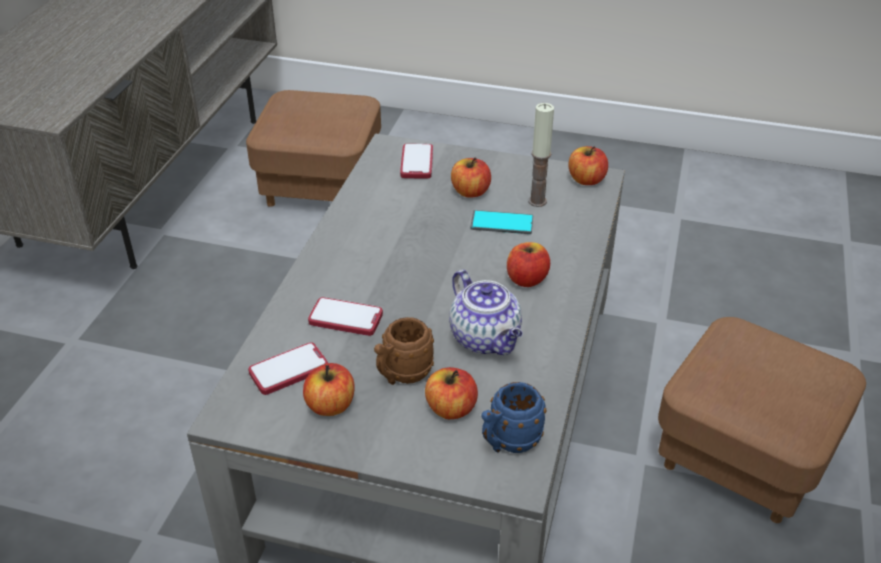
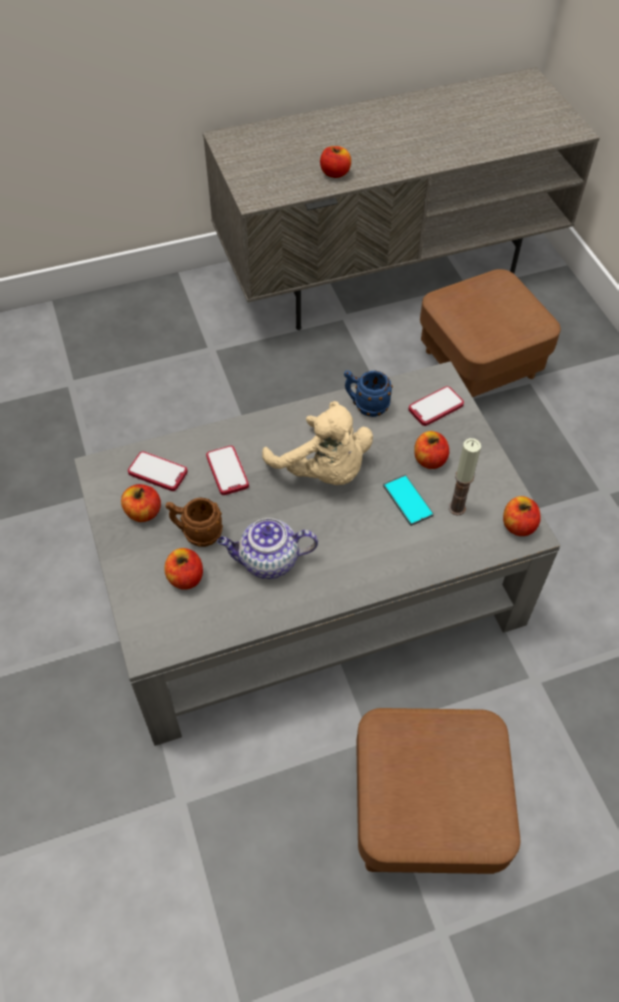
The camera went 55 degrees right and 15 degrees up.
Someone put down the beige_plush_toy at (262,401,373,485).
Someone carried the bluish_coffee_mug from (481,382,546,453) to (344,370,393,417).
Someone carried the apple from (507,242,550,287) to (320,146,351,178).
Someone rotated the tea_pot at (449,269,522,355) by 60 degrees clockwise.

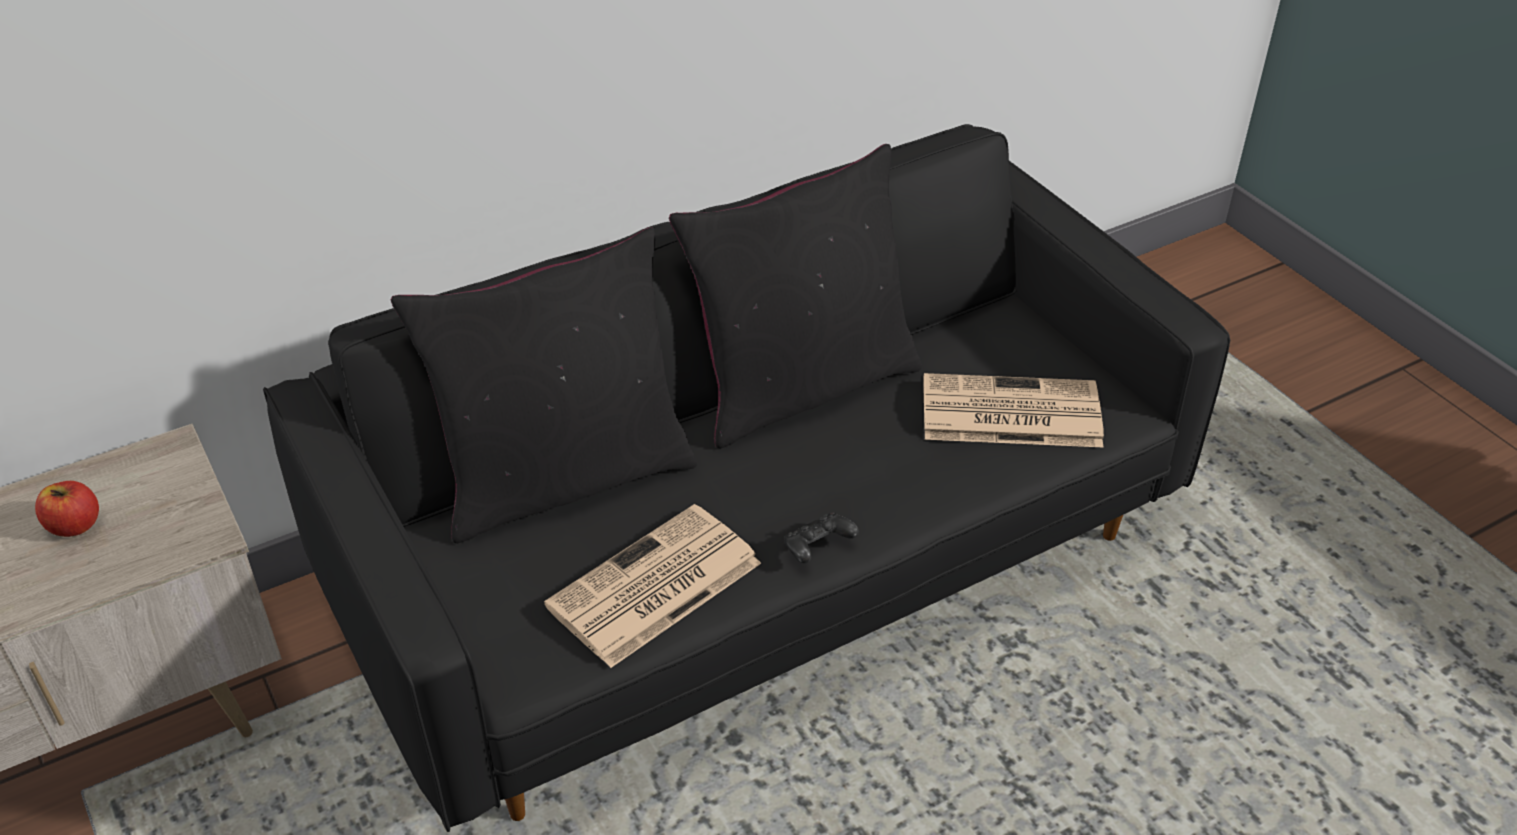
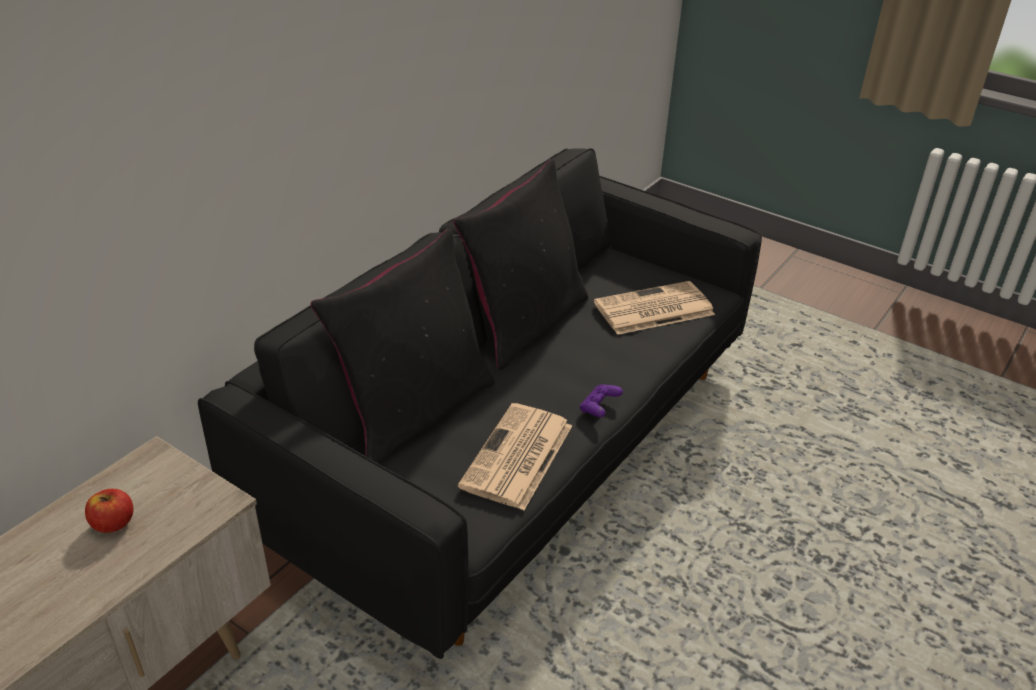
The camera went 25 degrees left and 5 degrees down.
Someone repainted the black_gamepad at (784,512,859,563), which became the purple-coloured_gamepad at (580,384,623,417).

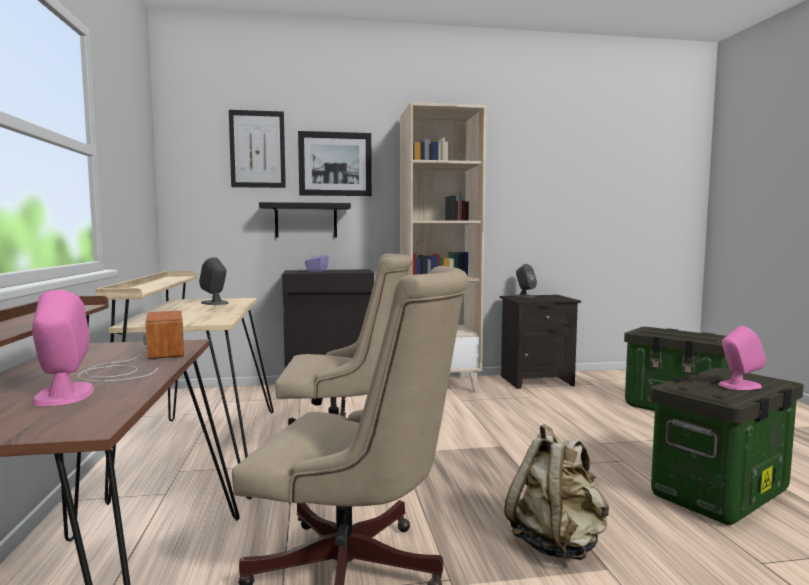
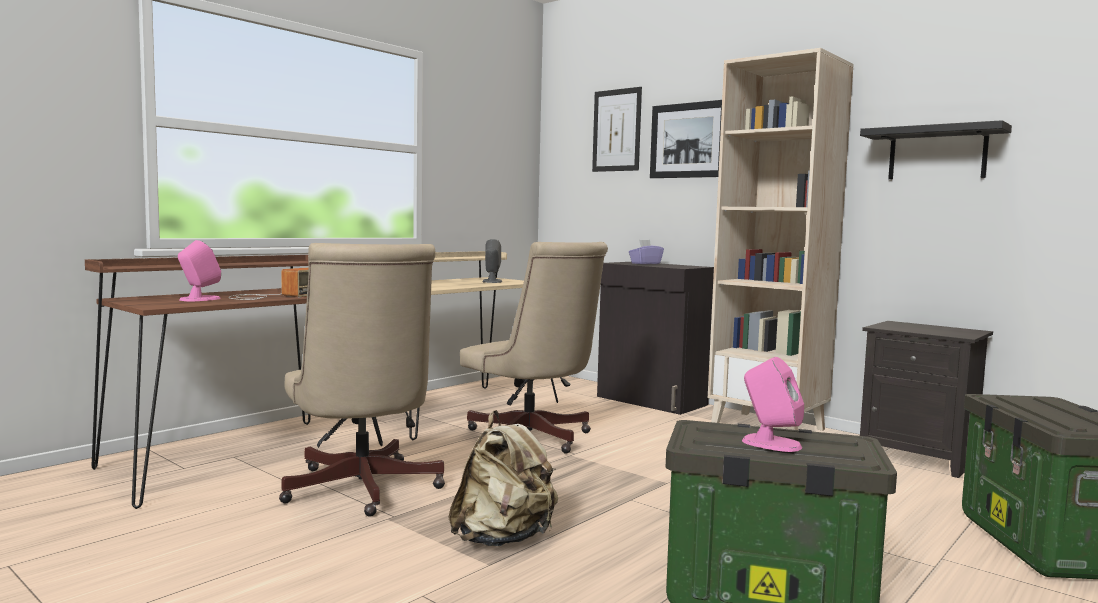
The camera went 50 degrees right and 0 degrees up.
Someone took away the grey_loudspeaker at (515,264,537,298).
Someone carried the black_bracket_shelf from (259,202,351,238) to (860,120,1012,179).

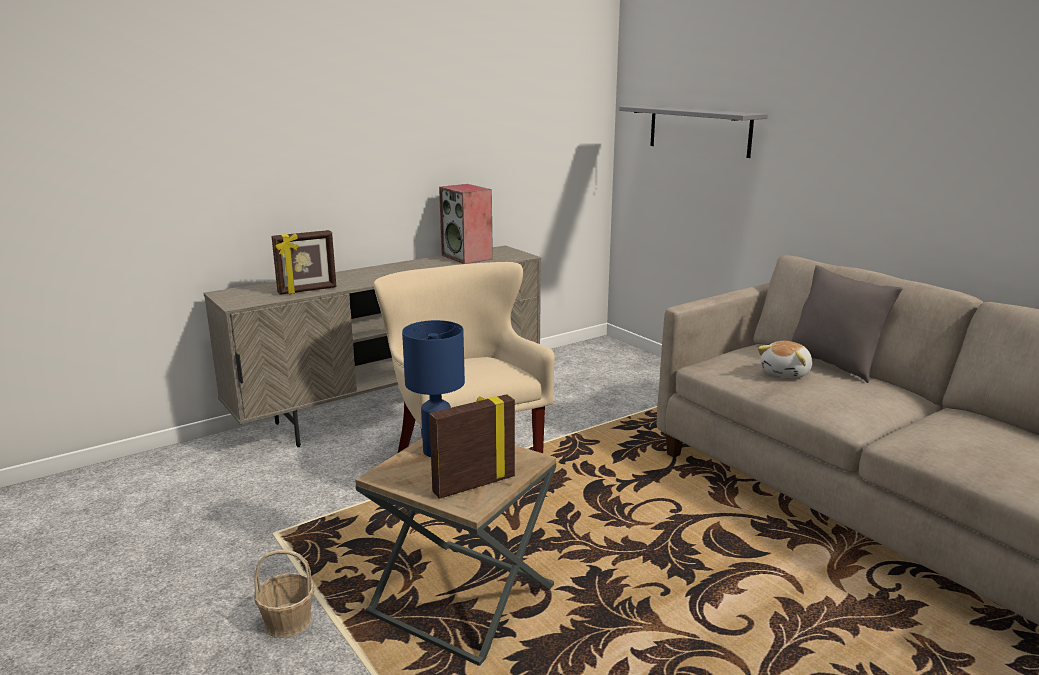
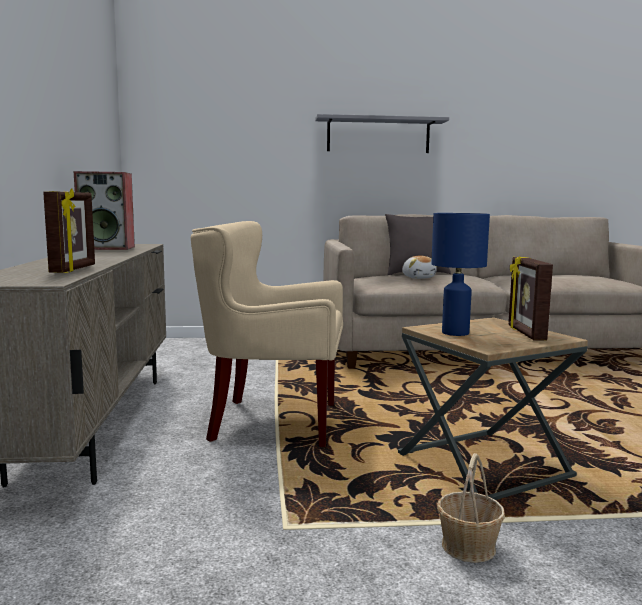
The camera went 60 degrees left and 10 degrees down.
Someone carried the grey_bracket_shelf from (619,105,768,158) to (315,114,449,153).

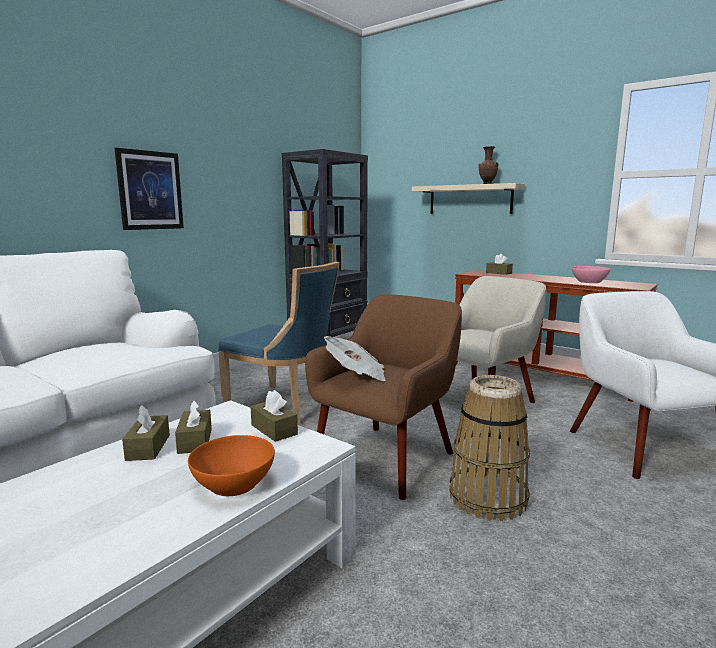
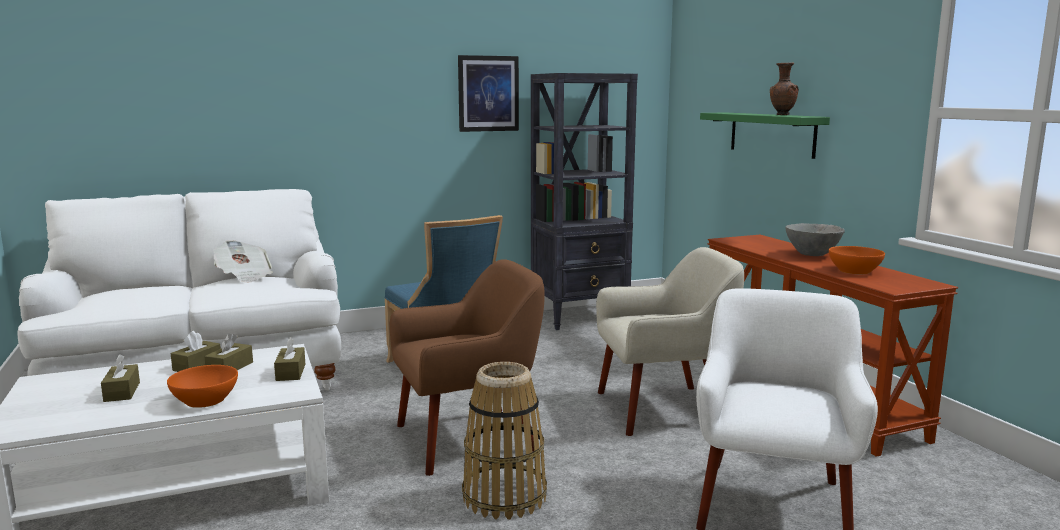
The camera went 30 degrees right and 0 degrees up.
Someone put down the grey_serving_bowl at (786,223,845,256).
Someone carried the wall_art from (115,148,184,230) to (458,55,519,132).
Someone carried the printed_paper from (324,336,386,381) to (213,240,273,283).
Someone carried the brownish_box_of_tissues from (486,254,513,275) to (101,354,140,402).
Someone repainted the beige_bracket_shelf at (412,183,525,214), which became the green-coloured_bracket_shelf at (700,113,830,159).
Someone repainted the pink-coloured_serving_bowl at (572,266,611,283), which became the orange-coloured_serving_bowl at (829,246,885,274).

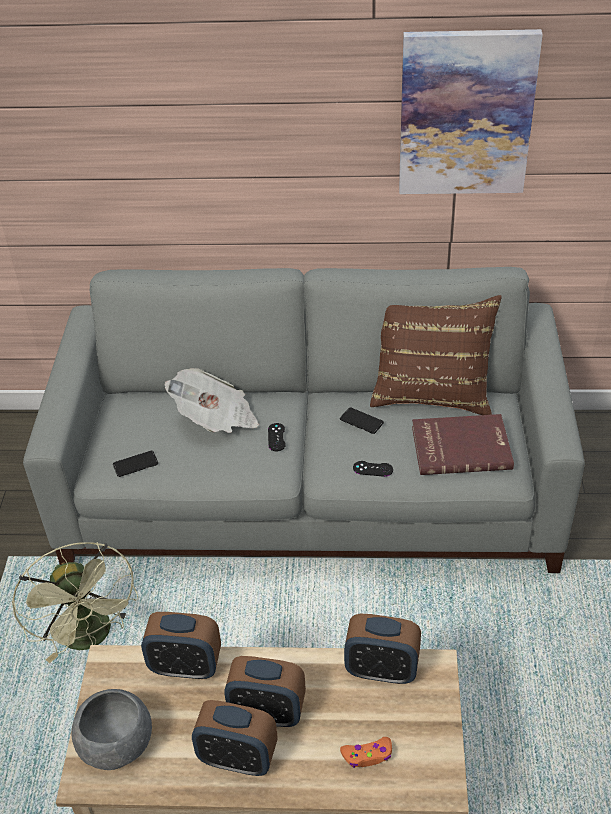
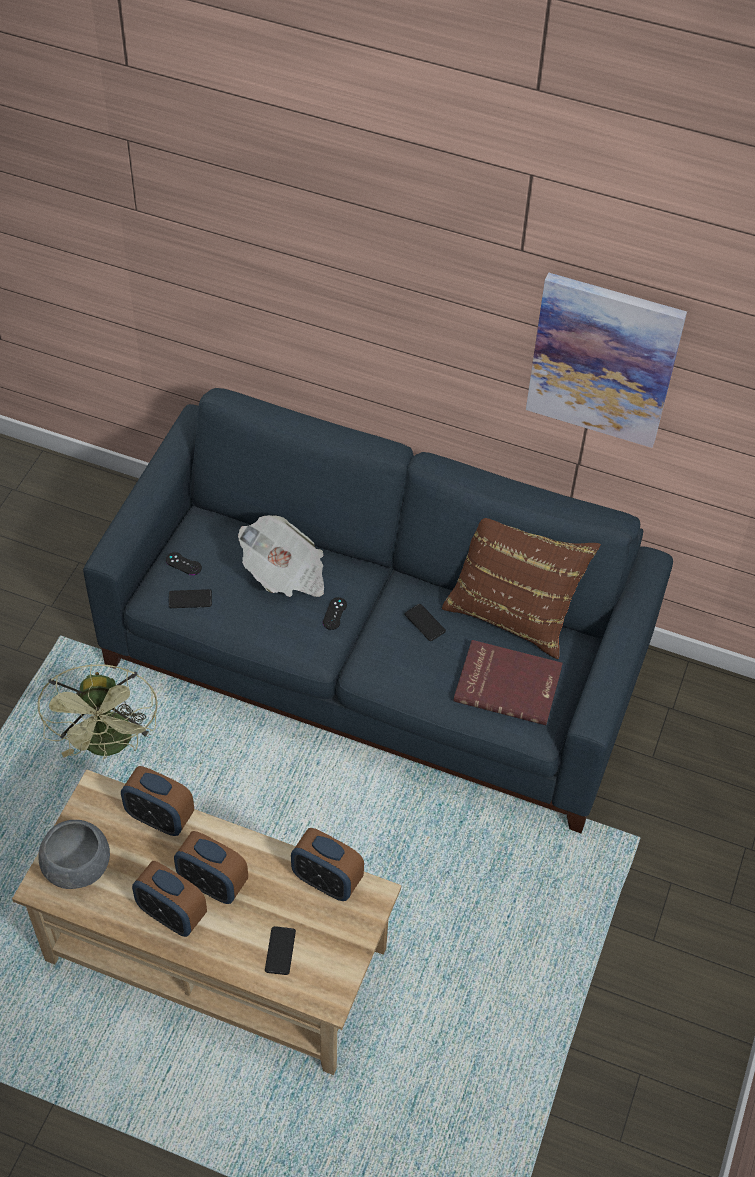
The camera went 15 degrees right and 10 degrees up.
Someone carried the black_gamepad from (353,461,393,477) to (166,552,202,575).
Someone swapped the orange-coloured_gamepad at (340,737,392,768) for the handset at (265,926,296,975).
Someone repainted the grey_sofa at (23,267,585,573), which became the bluish_sofa at (83,388,673,833).

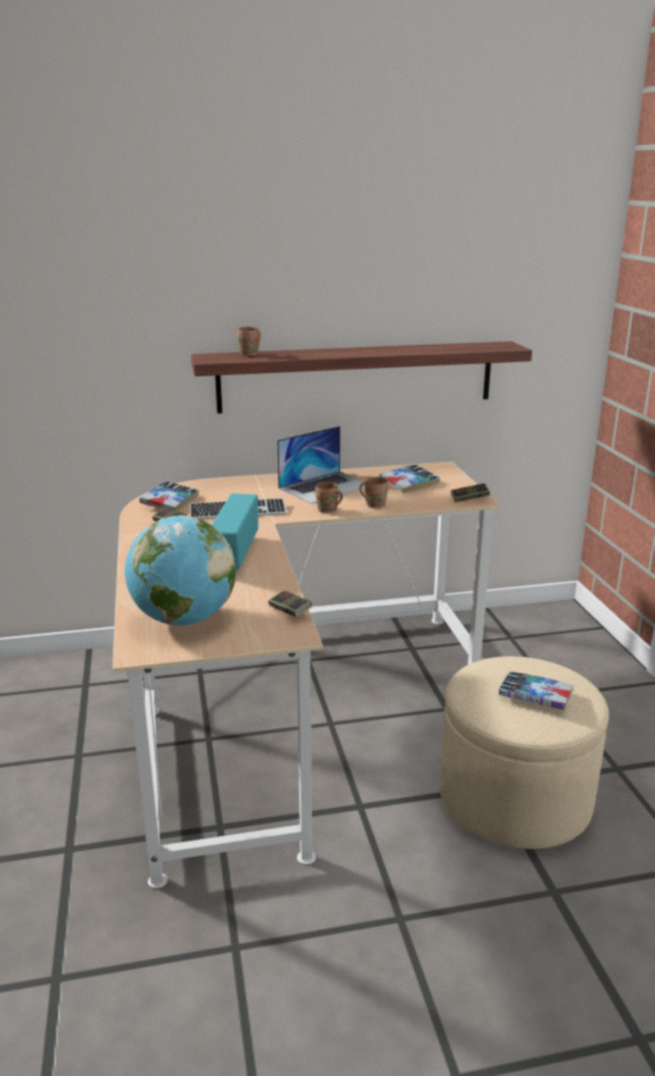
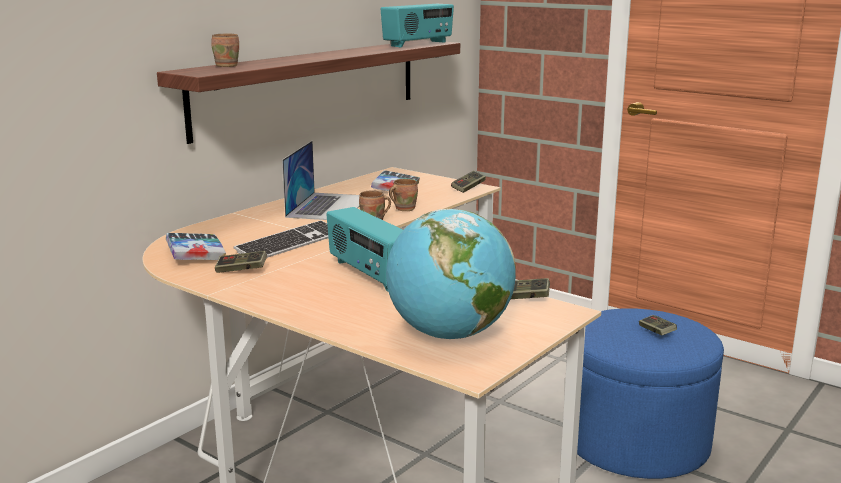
The camera went 40 degrees left and 5 degrees down.
Someone put down the radio at (381,4,454,47).
Someone swapped the book at (499,671,573,710) for the gamepad at (639,315,677,335).
Someone repainted the beige_footrest at (440,656,609,849), which became the bluish_footrest at (577,308,724,479).

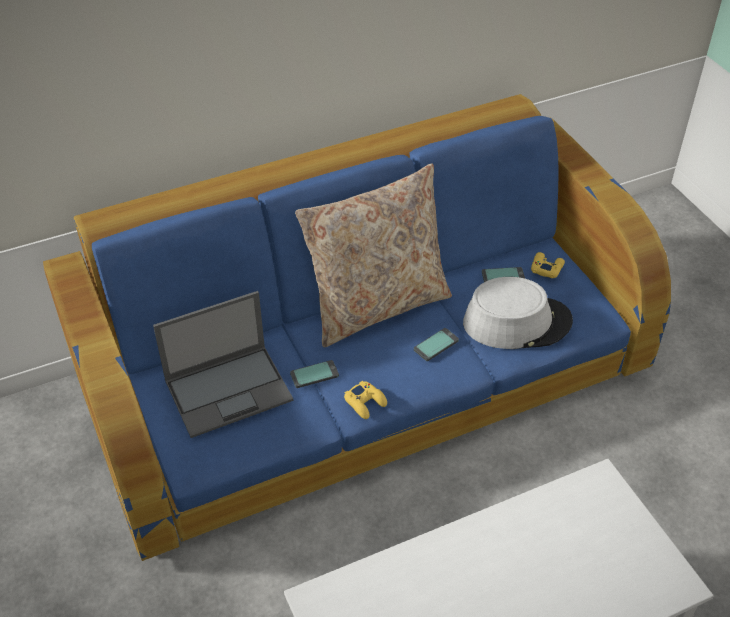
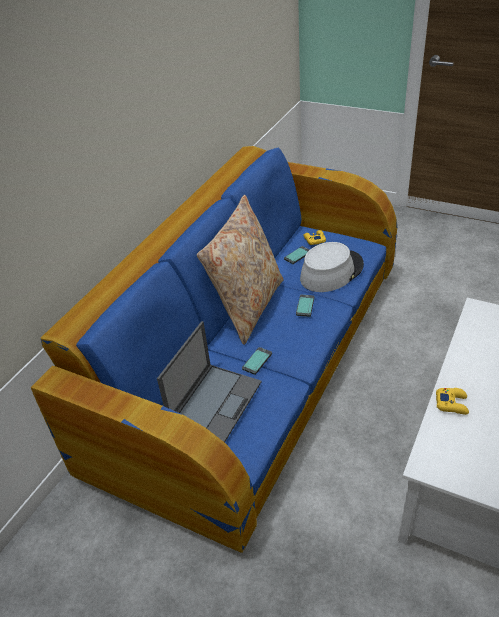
The camera went 35 degrees left and 5 degrees down.
Someone carried the yellow-coloured_gamepad from (344,381,387,419) to (436,388,469,415).

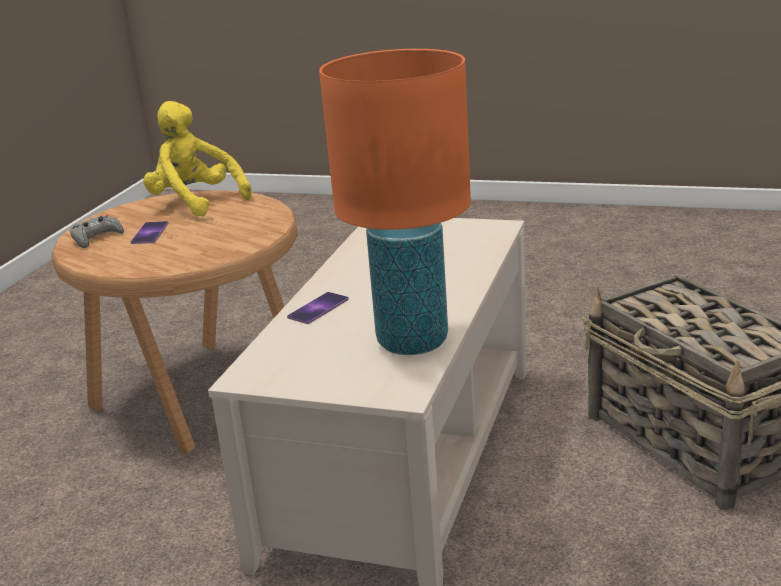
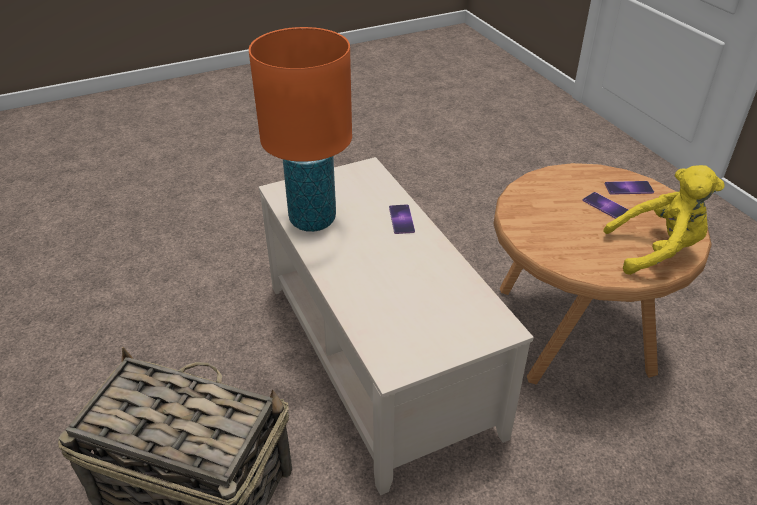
The camera went 135 degrees right and 15 degrees up.
Someone swapped the grey_gamepad at (70,215,124,248) for the handset at (605,181,654,195).

